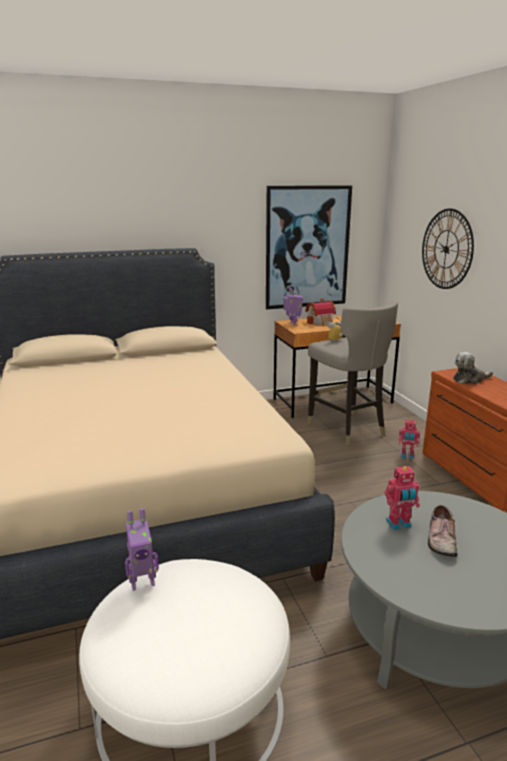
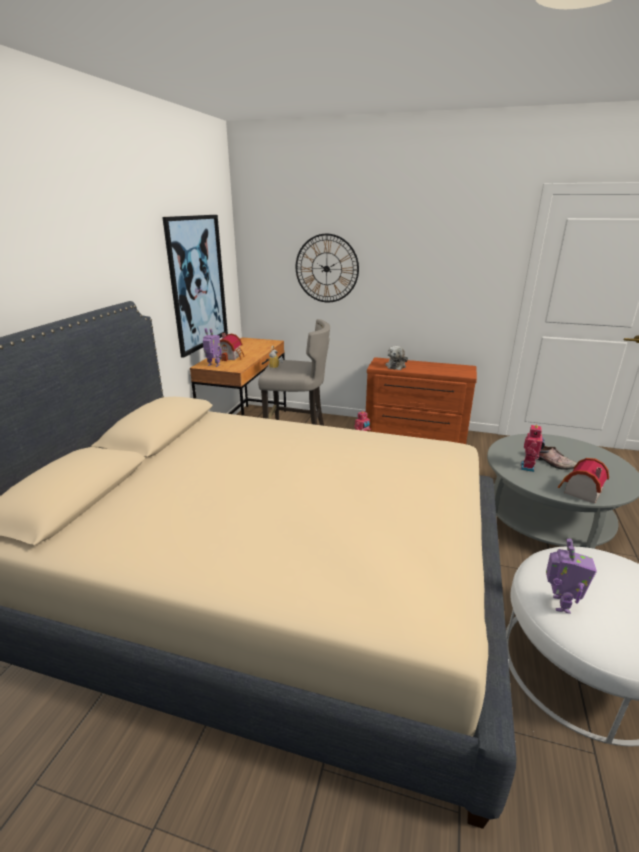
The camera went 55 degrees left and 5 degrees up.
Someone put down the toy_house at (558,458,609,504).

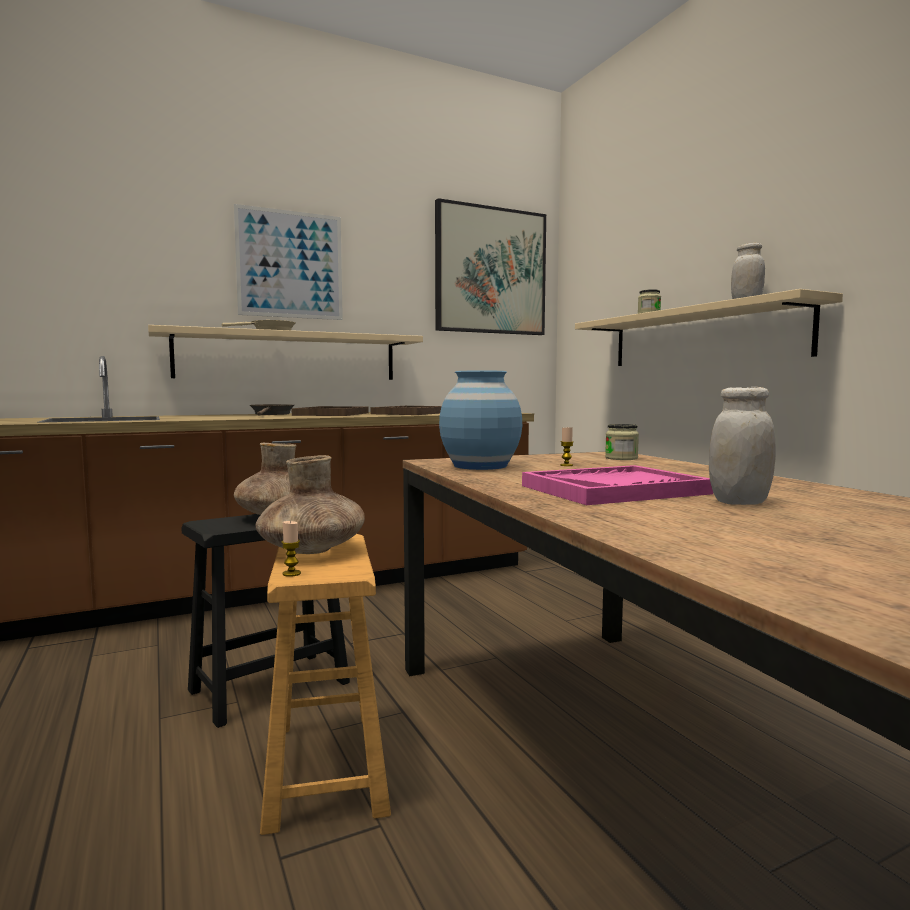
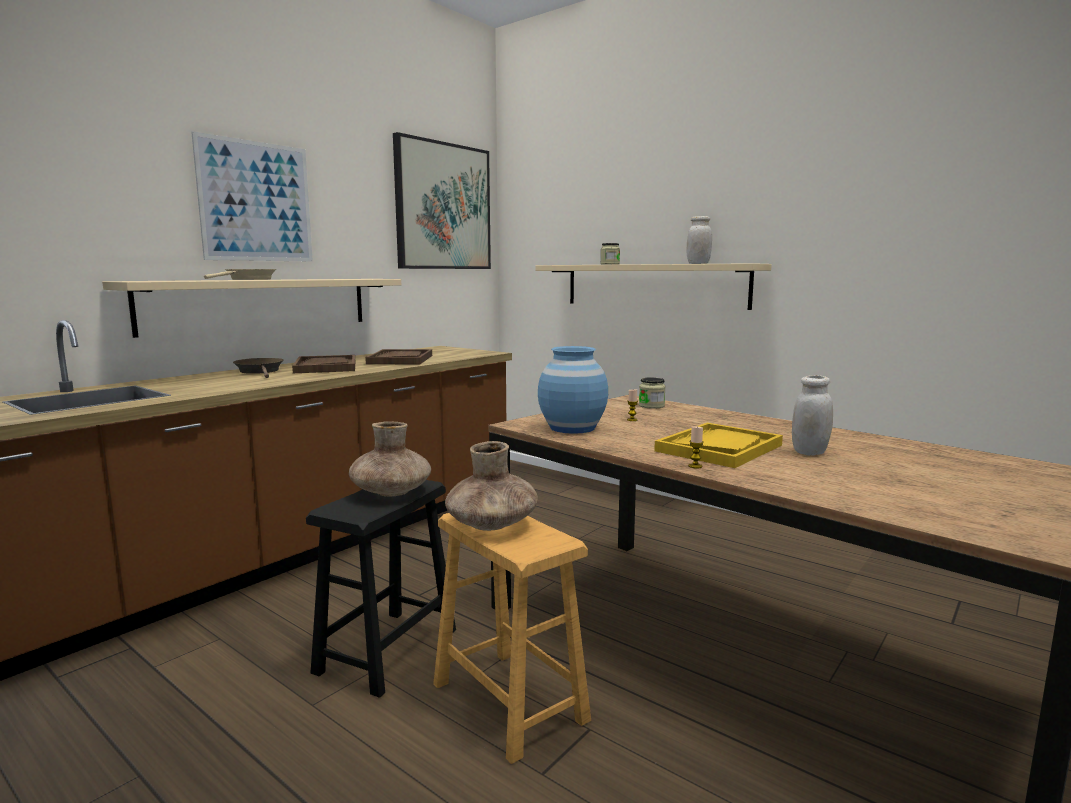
The camera went 25 degrees left and 5 degrees up.
Someone carried the wax_candle from (281,521,301,577) to (688,426,704,468).
Someone repainted the pink-coloured_tray at (522,465,713,505), which became the yellow-coloured_tray at (654,423,783,468).

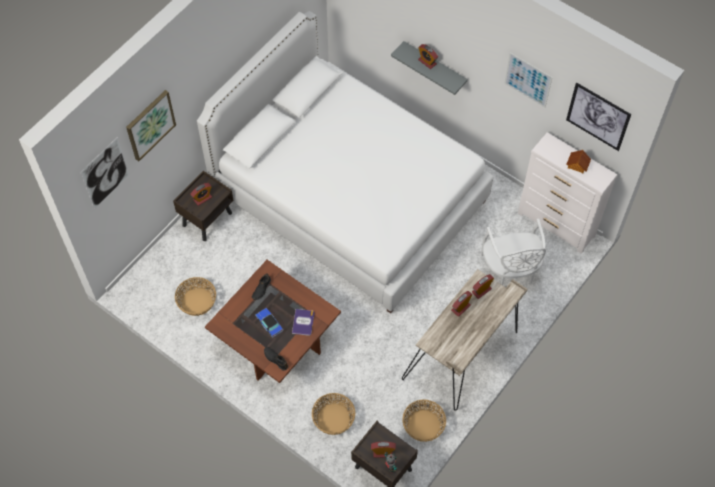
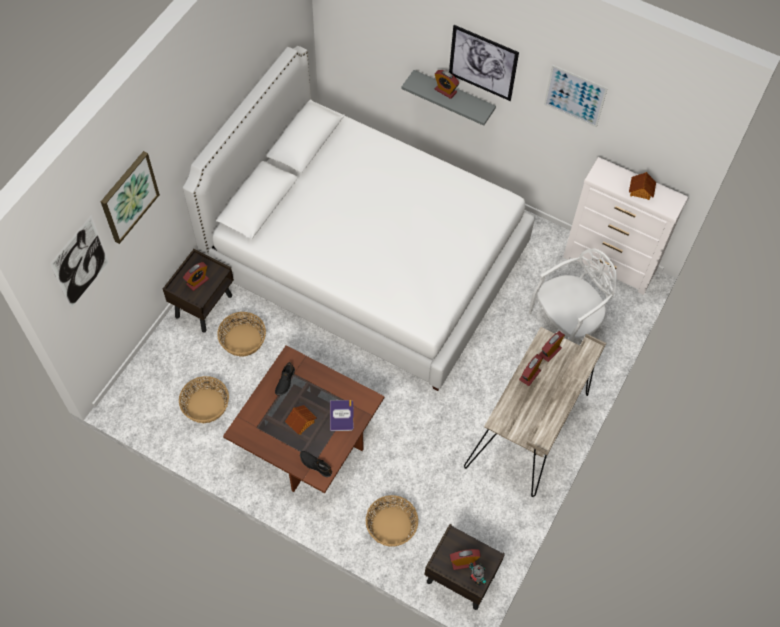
The camera went 10 degrees left and 0 degrees up.
Someone carried the basket from (402,400,446,442) to (217,312,266,356).
Someone carried the wall_art from (566,82,631,151) to (449,25,519,101).
Someone swapped the miniature_car at (255,308,284,338) for the toy_house at (285,405,317,435).
Someone rotated the white-coloured_upright_chair at (481,219,546,285) by 105 degrees counterclockwise.

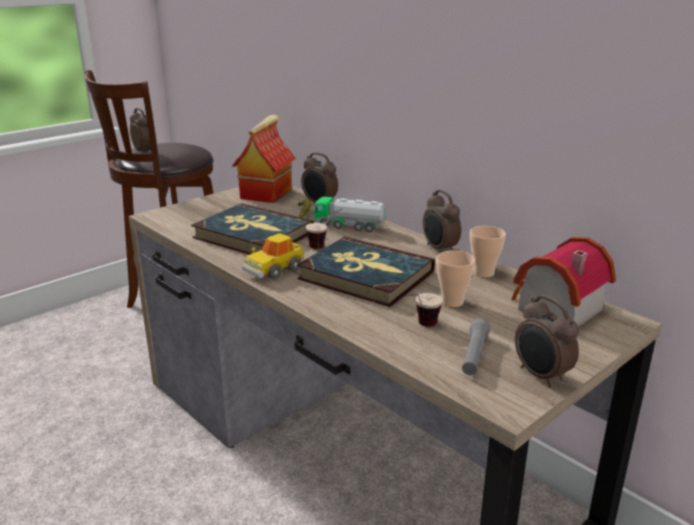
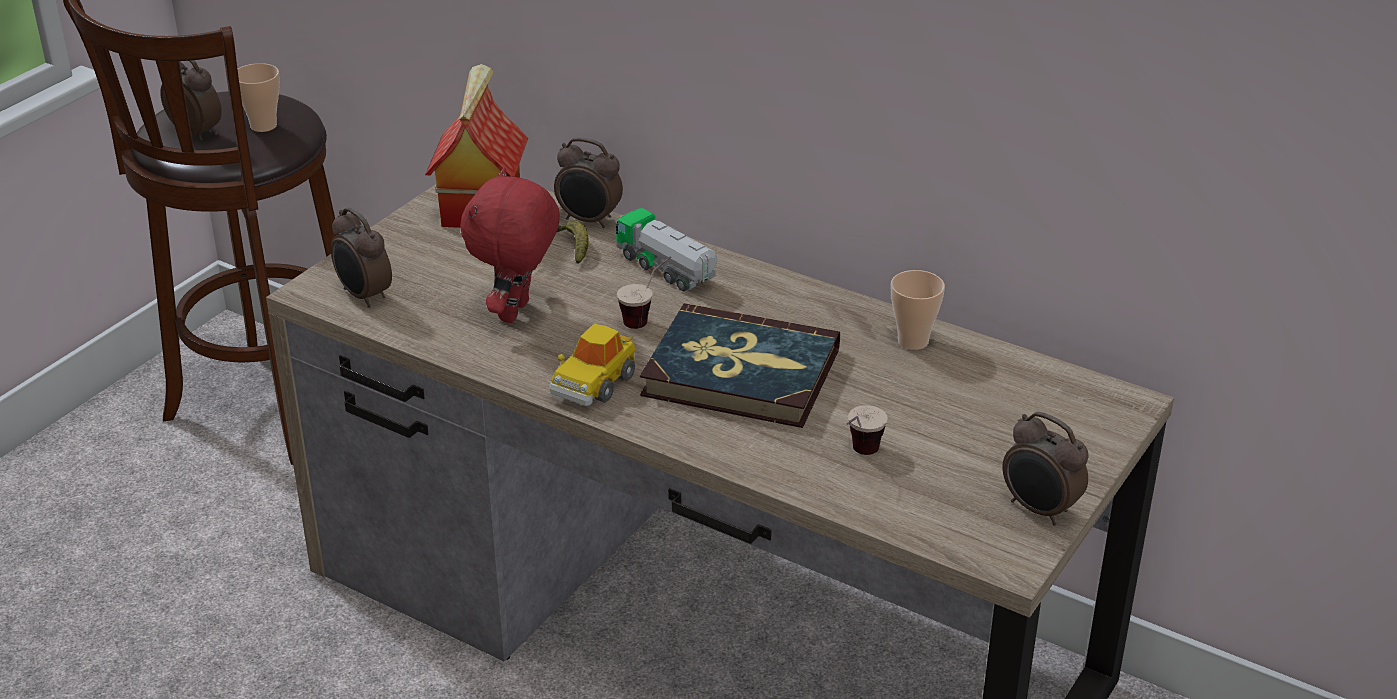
The camera went 15 degrees left and 10 degrees up.
Someone took away the grey_torch at (462,318,490,375).
Someone took away the toy_house at (511,237,616,327).
Someone carried the bedside_clock from (423,190,461,252) to (331,207,392,308).
Someone carried the small_cup from (436,251,475,307) to (238,63,280,132).
Someone swapped the book at (191,203,314,255) for the red-coloured_plush_toy at (460,167,560,323).
Someone rotated the model_truck at (314,197,386,232) by 45 degrees clockwise.

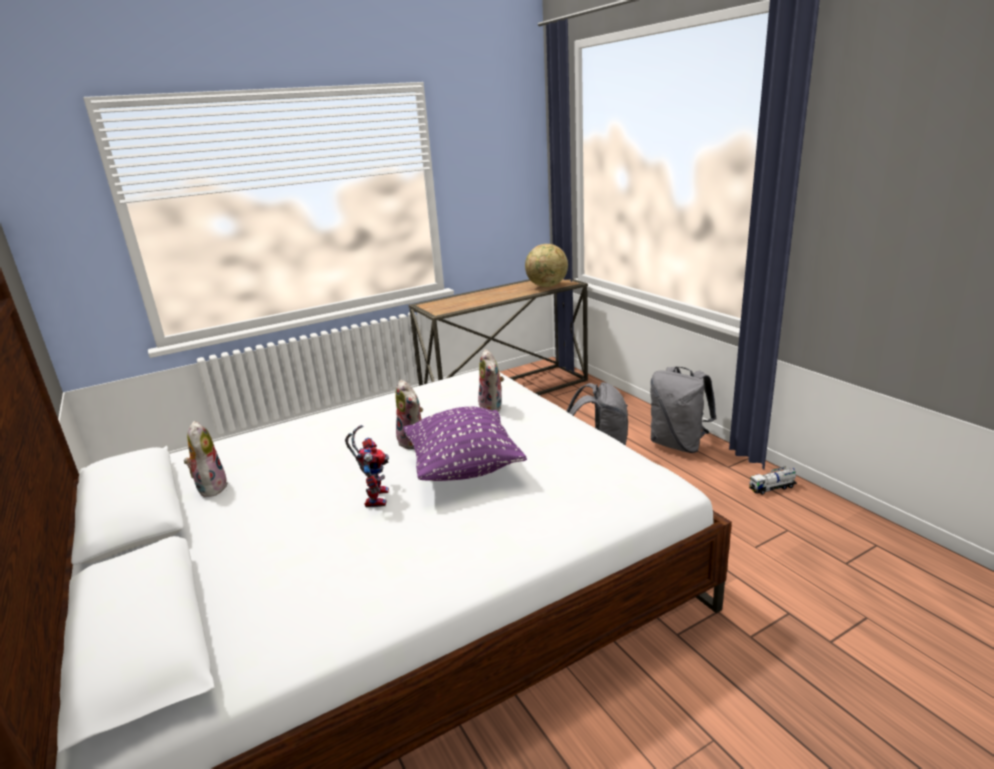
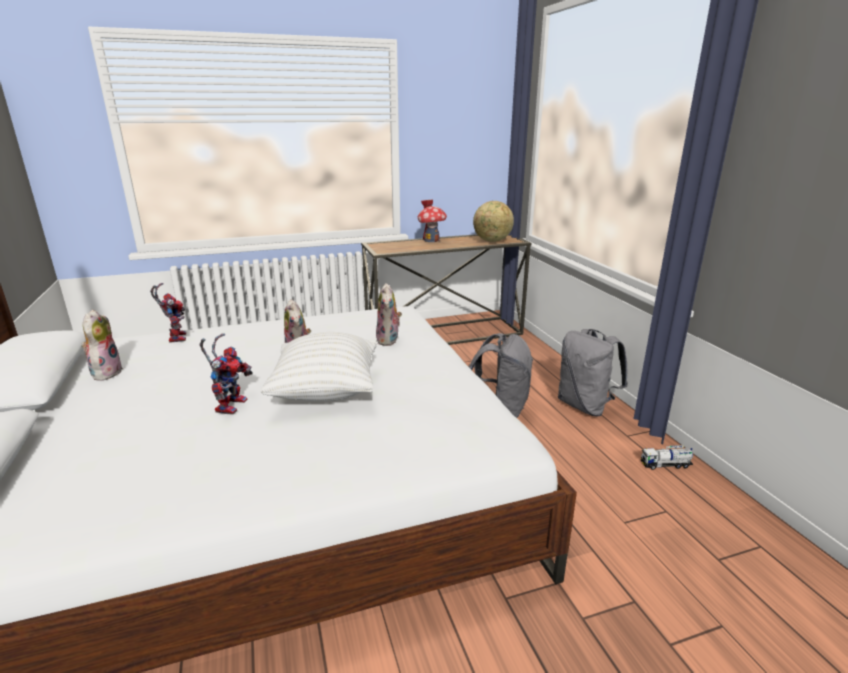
The camera went 10 degrees right and 0 degrees up.
Someone put down the robot_figure at (150,283,186,343).
Someone put down the toy_house at (418,200,447,242).
Someone repainted the purple-coloured_pillow at (403,407,527,481), which became the white-coloured_pillow at (260,332,377,401).

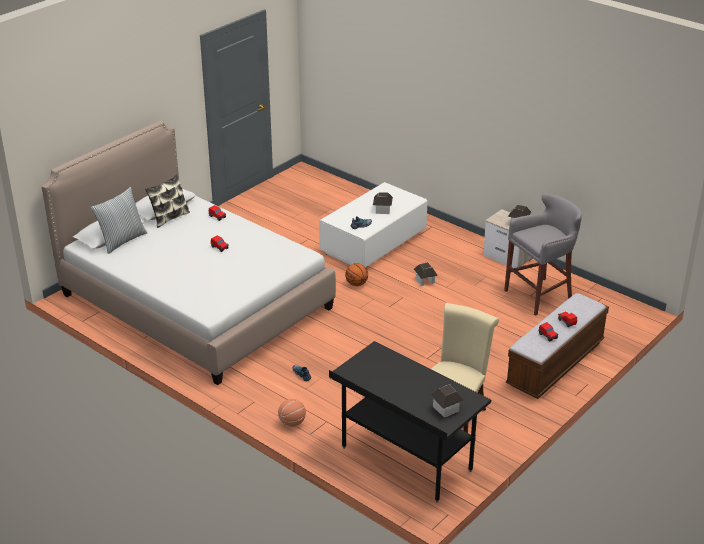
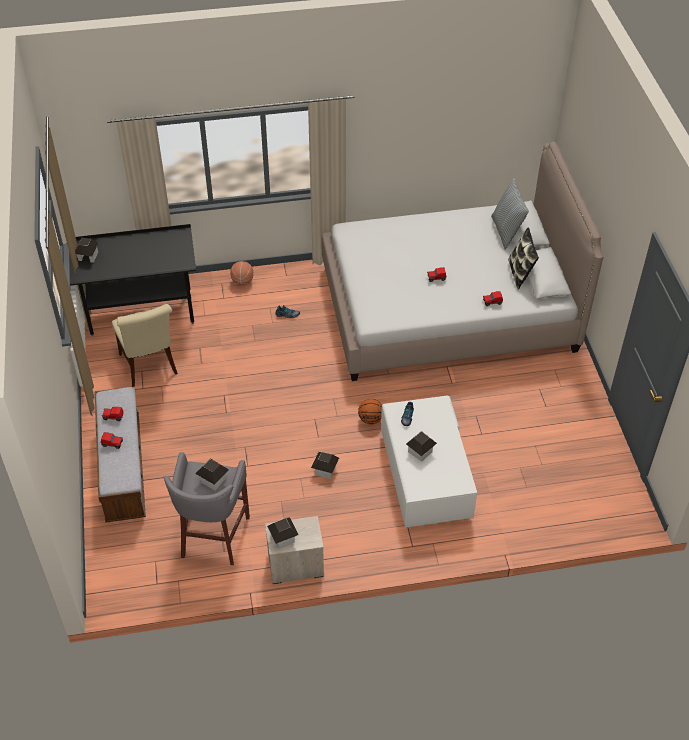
The camera went 130 degrees right and 15 degrees up.
Someone put down the toy_house at (195,458,229,490).

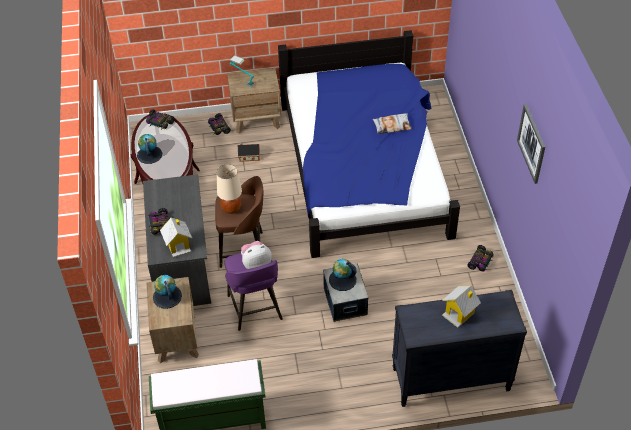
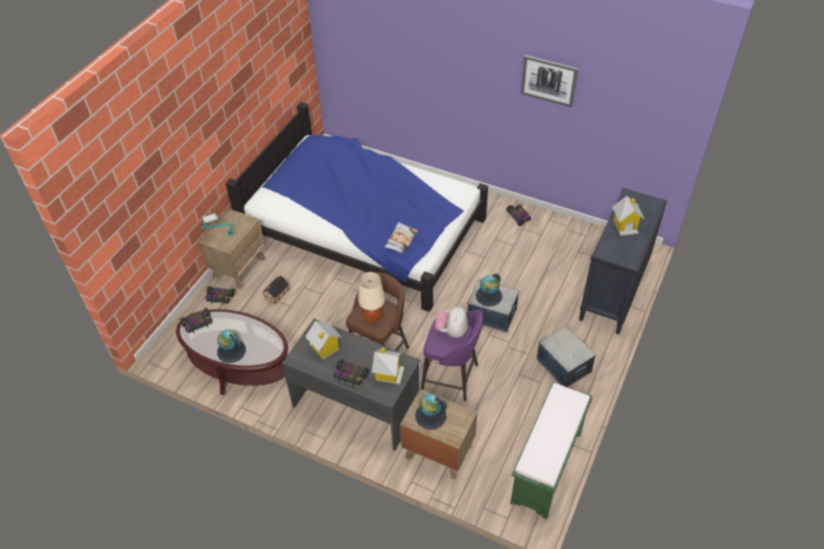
The camera went 55 degrees left and 0 degrees up.
Someone put down the toy_house at (305,321,342,359).
Someone put down the storage_box at (537,326,596,387).
Someone carried the pillow from (372,113,412,134) to (384,222,418,254).

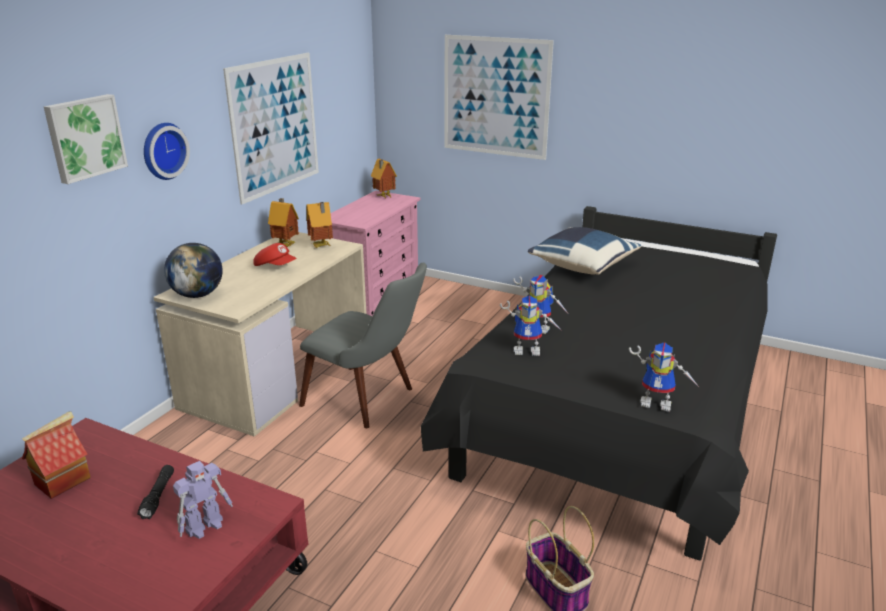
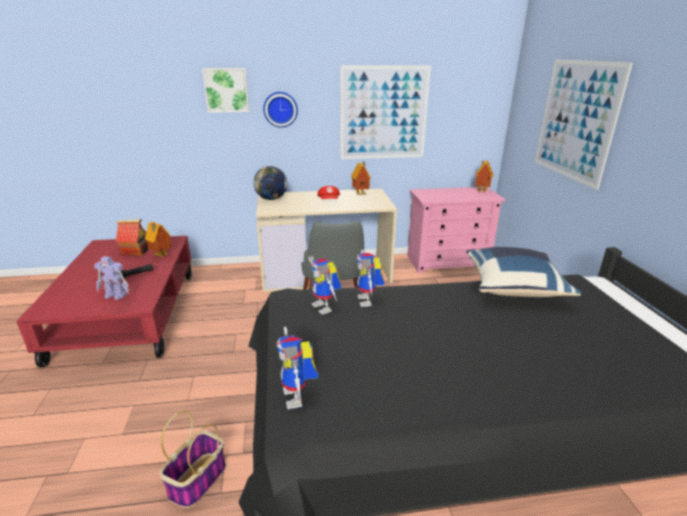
The camera went 55 degrees right and 0 degrees up.
Someone carried the toy_house from (306,202,333,248) to (145,222,171,258).

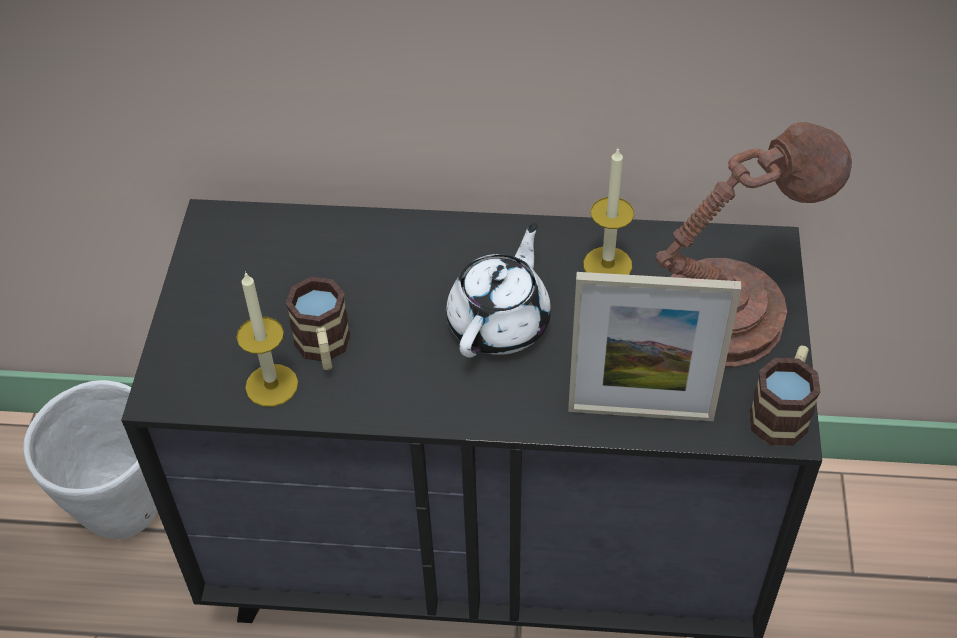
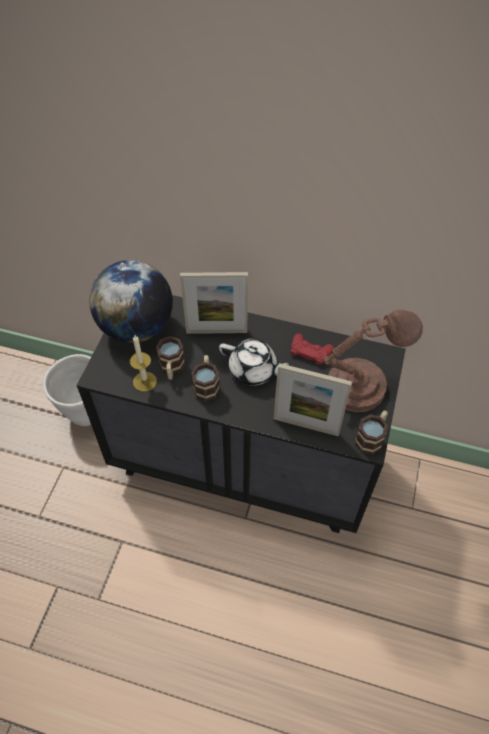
The camera went 10 degrees right and 5 degrees up.
Someone put down the world_globe at (89,260,173,343).
Someone put down the photo_frame at (180,272,248,334).
Someone put down the coffee_mug at (191,355,220,402).
Someone swapped the wax_candle at (583,149,634,275) for the red-coloured_gamepad at (291,334,334,365).
Someone rotated the white-coloured_tea_pot at (446,222,551,358) by 75 degrees clockwise.

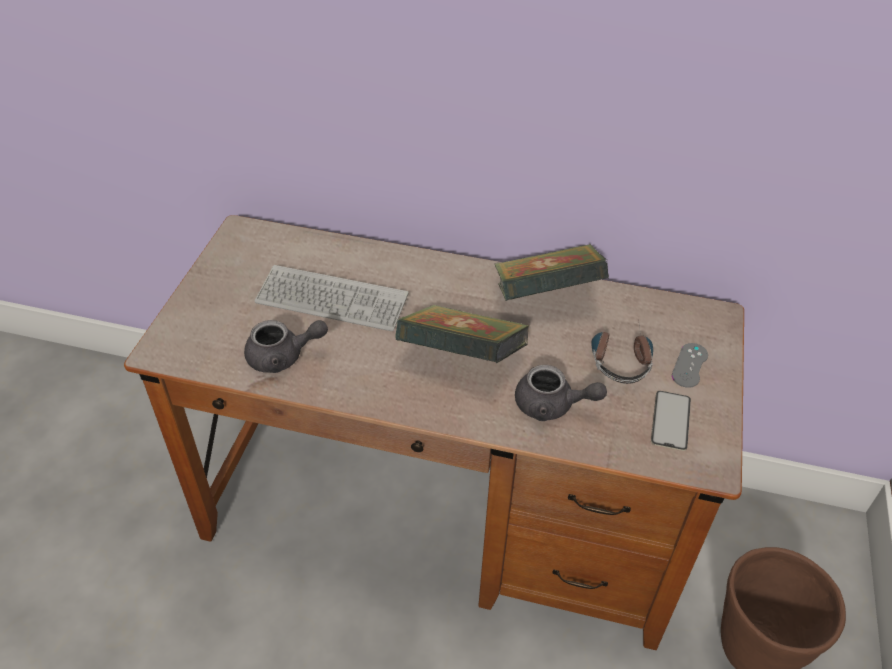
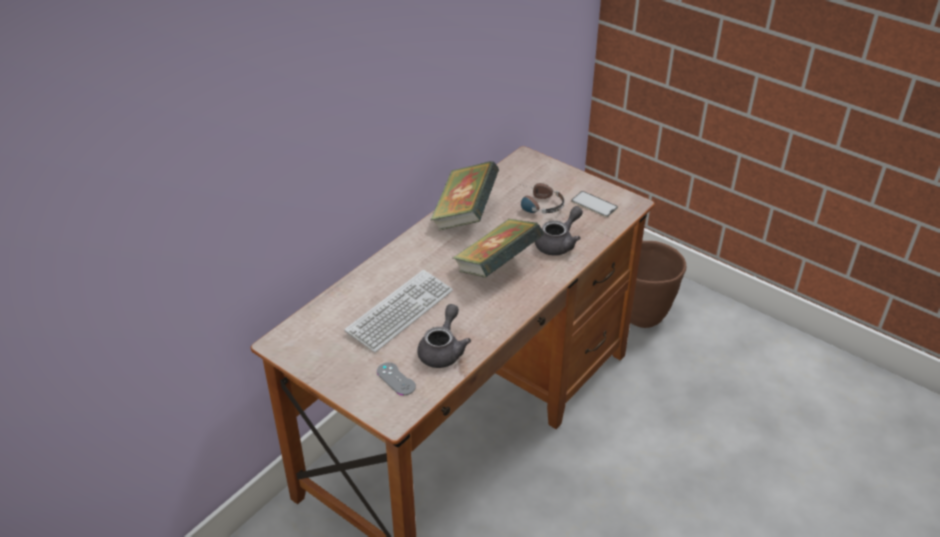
The camera went 65 degrees left and 5 degrees down.
Someone carried the grey_gamepad from (672,343,708,388) to (377,362,416,395).

